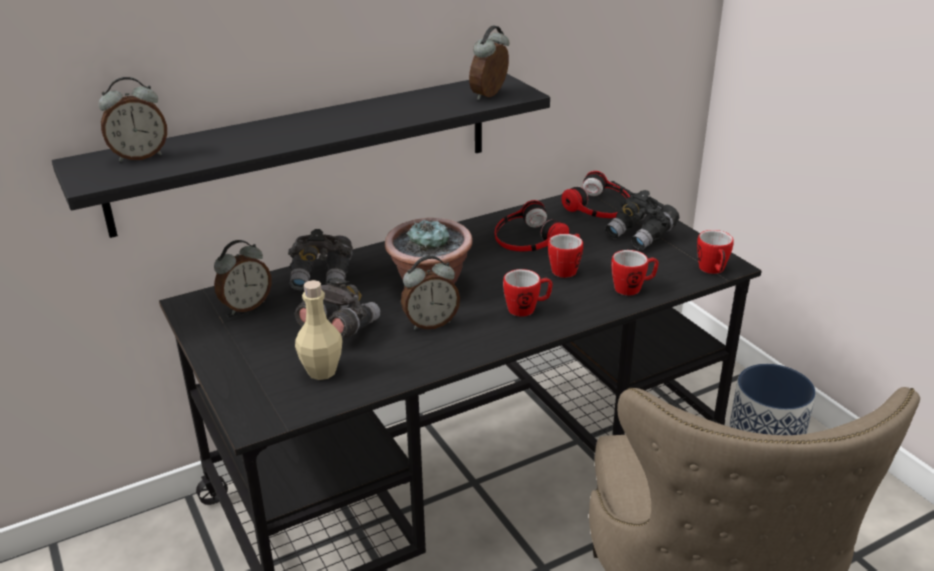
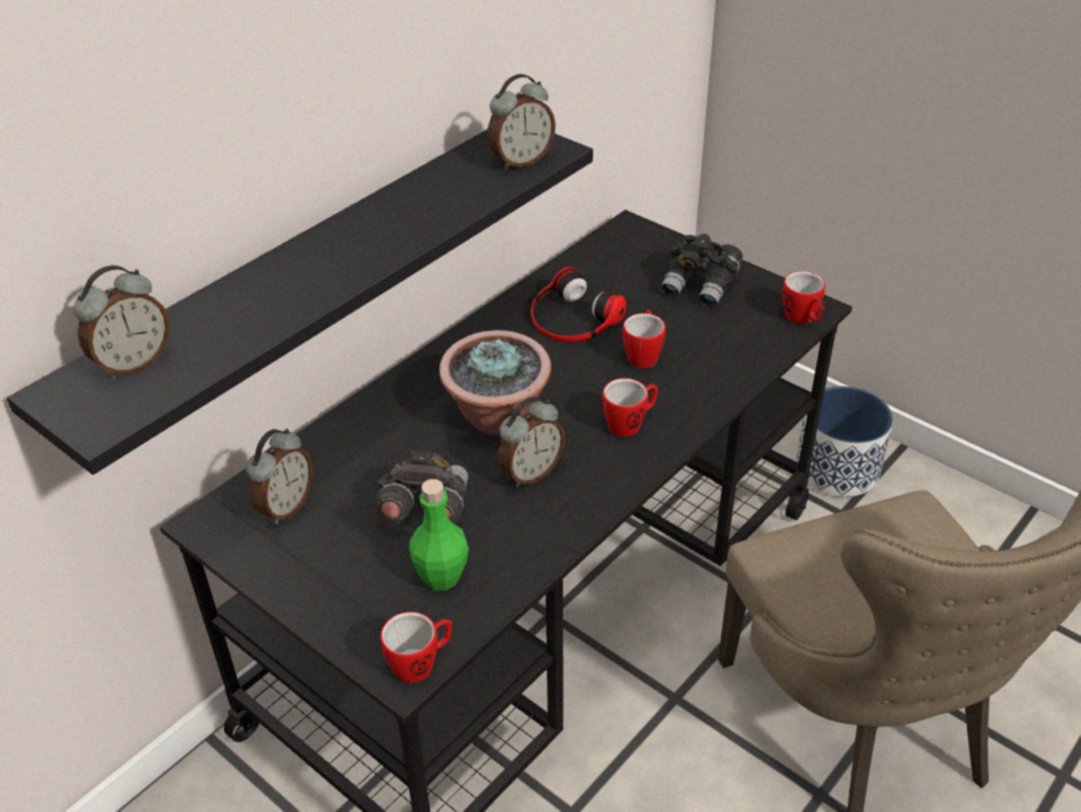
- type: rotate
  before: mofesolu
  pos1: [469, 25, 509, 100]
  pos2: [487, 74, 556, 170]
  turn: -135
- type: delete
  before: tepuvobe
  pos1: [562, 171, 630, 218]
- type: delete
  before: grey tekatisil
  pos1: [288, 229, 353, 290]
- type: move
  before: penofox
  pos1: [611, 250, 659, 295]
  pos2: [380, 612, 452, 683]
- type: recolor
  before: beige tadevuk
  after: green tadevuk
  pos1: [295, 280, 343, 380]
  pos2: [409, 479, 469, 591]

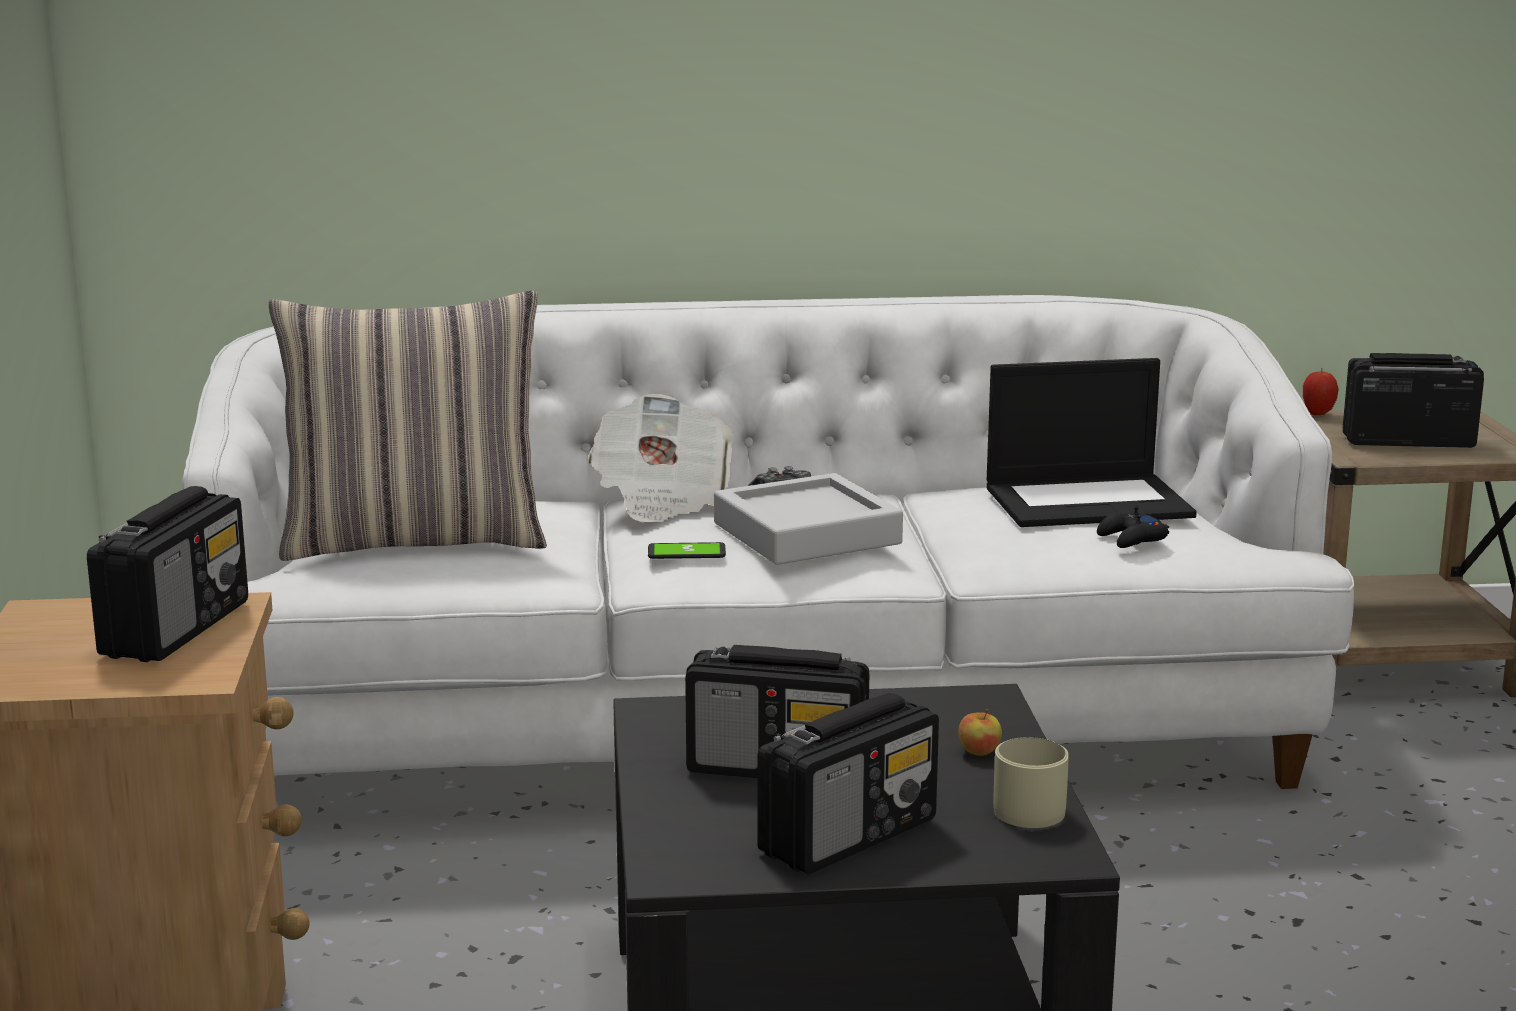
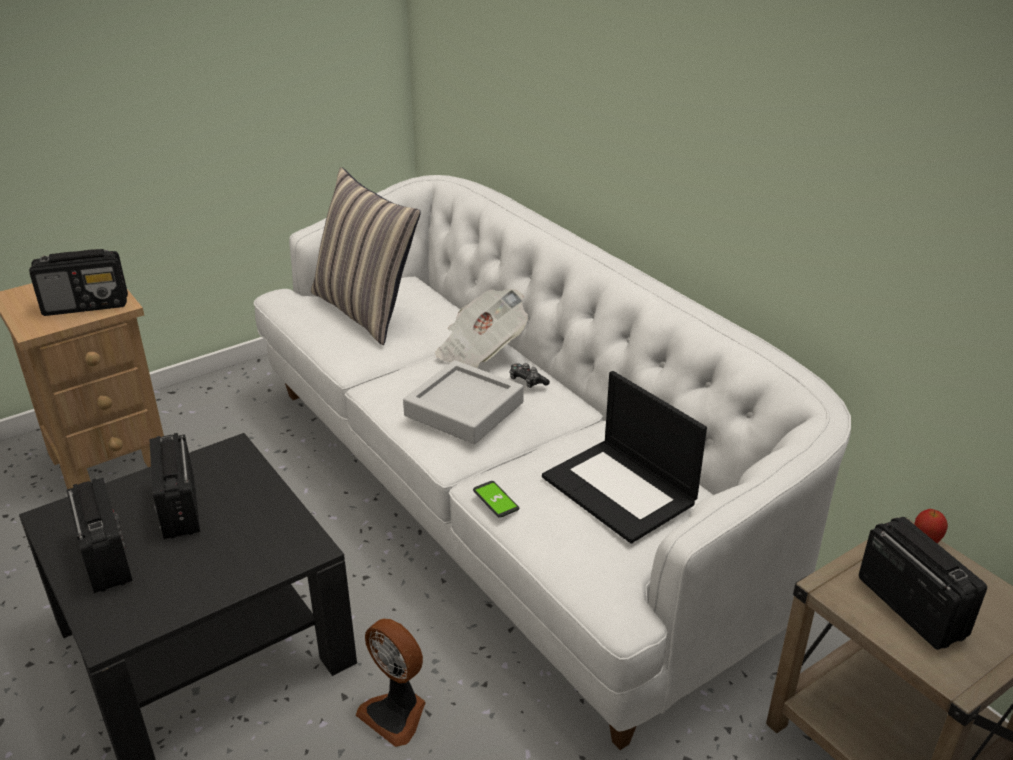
- type: delete
  before: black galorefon
  pos1: [1097, 507, 1169, 548]
- type: move
  before: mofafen
  pos1: [648, 542, 726, 559]
  pos2: [473, 481, 519, 518]
- type: rotate
  before: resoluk
  pos1: [757, 693, 939, 874]
  pos2: [66, 478, 133, 593]
  turn: -135
- type: delete
  before: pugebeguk
  pos1: [958, 708, 1002, 756]
- type: delete
  before: beige penofox
  pos1: [993, 737, 1069, 828]
- type: insert
  after: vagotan
  pos2: [355, 619, 426, 747]

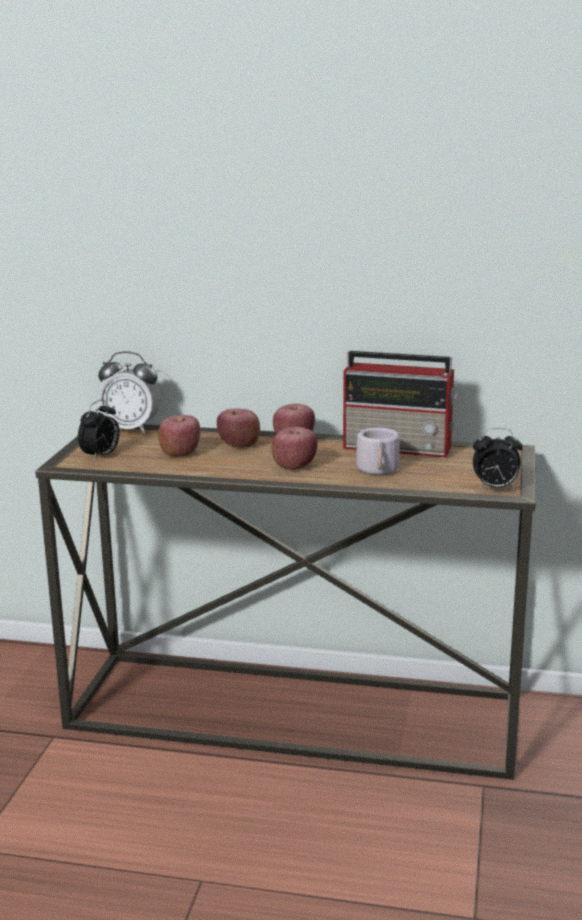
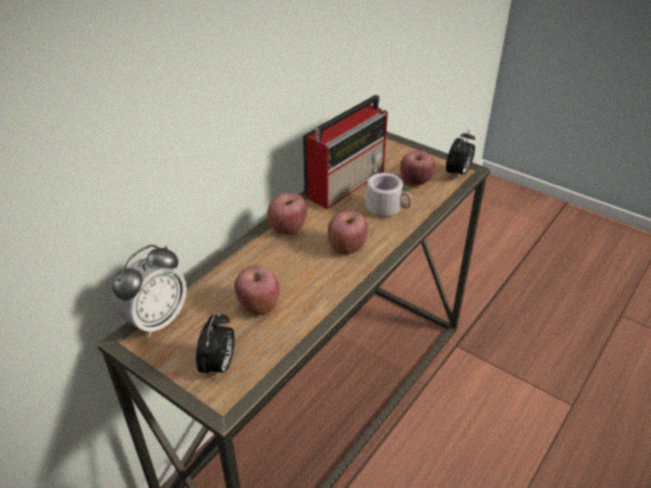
- type: rotate
  before: mofesolu
  pos1: [78, 400, 120, 461]
  pos2: [196, 313, 235, 380]
  turn: 45
- type: move
  before: pugebeguk
  pos1: [217, 408, 260, 448]
  pos2: [400, 150, 435, 185]

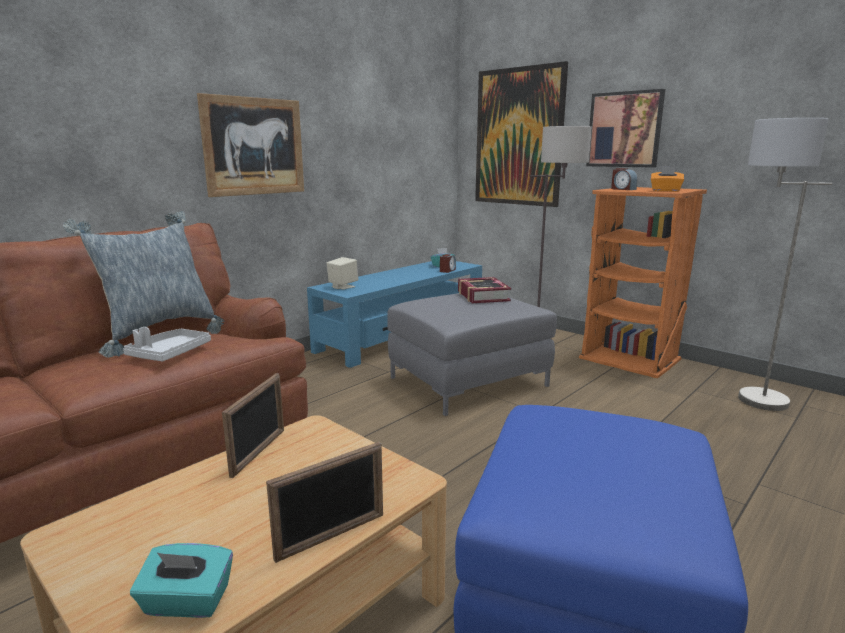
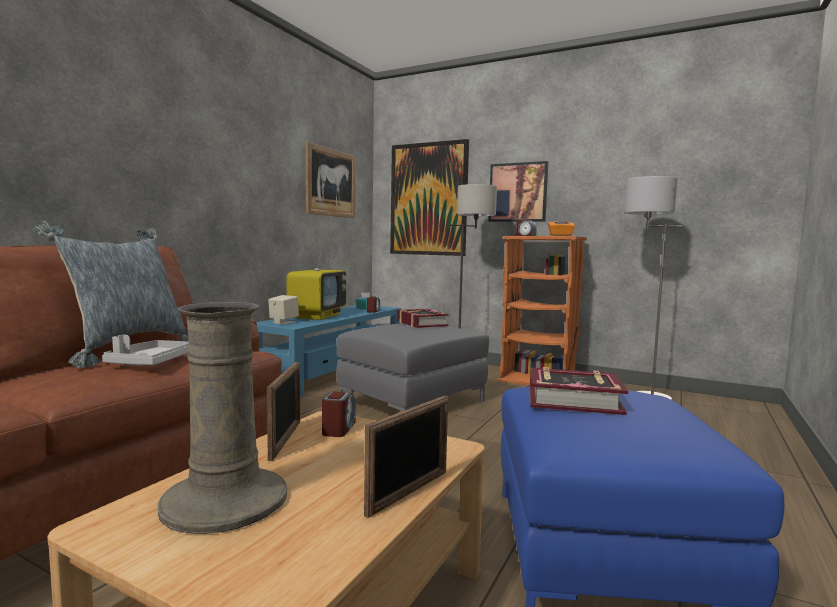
- type: move
  before: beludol
  pos1: [197, 93, 304, 197]
  pos2: [306, 142, 356, 218]
- type: delete
  before: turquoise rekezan
  pos1: [130, 543, 233, 618]
- type: insert
  after: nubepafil
  pos2: [286, 243, 346, 320]
- type: insert
  after: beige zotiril
  pos2: [157, 302, 287, 534]
- type: insert
  after: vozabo
  pos2: [530, 367, 628, 415]
- type: insert
  after: mofesolu
  pos2: [322, 392, 356, 437]

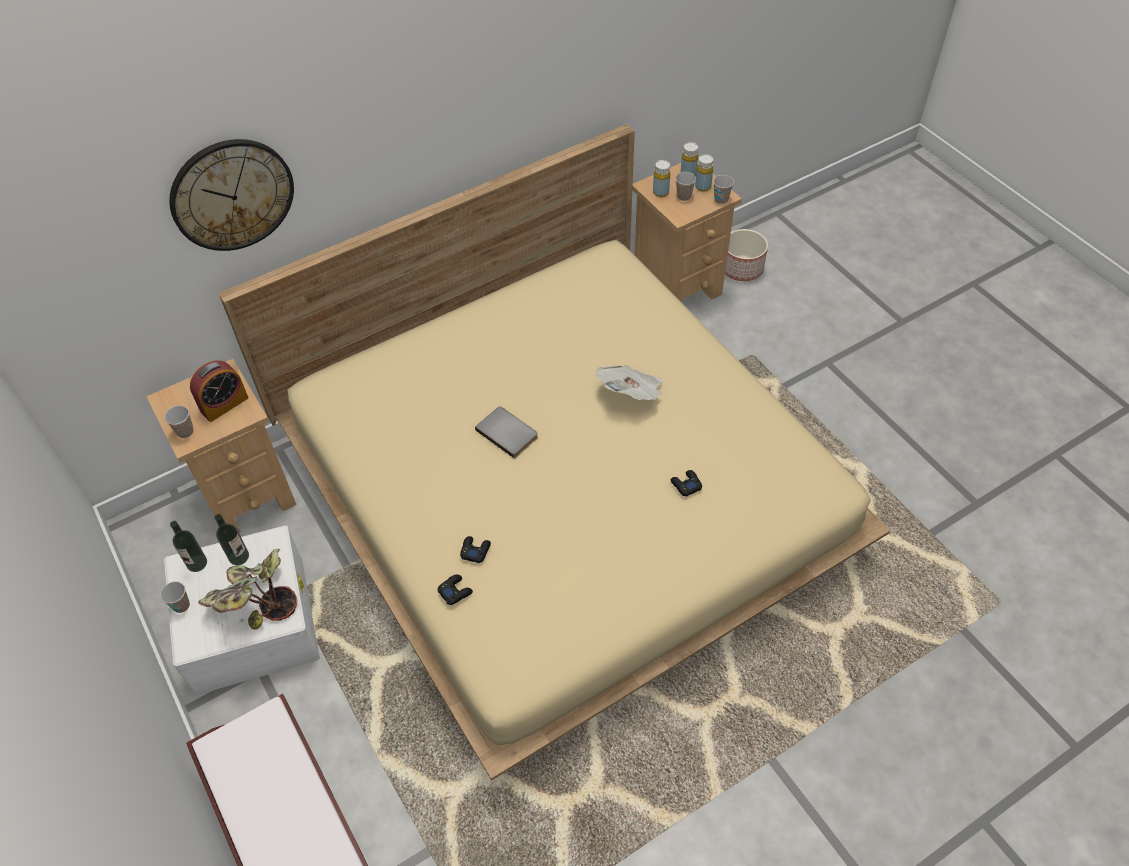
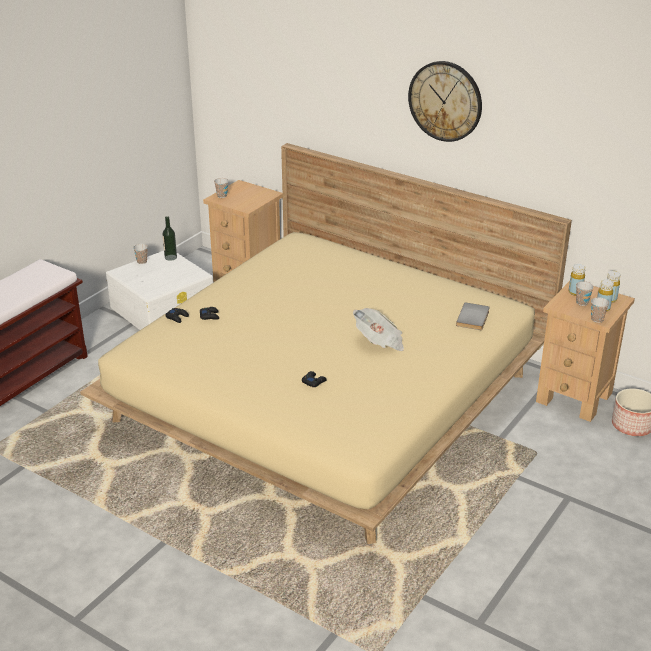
- type: move
  before: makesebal
  pos1: [169, 139, 294, 251]
  pos2: [408, 61, 482, 142]
- type: delete
  before: mofesolu
  pos1: [190, 360, 249, 422]
- type: move
  before: grey vozabo
  pos1: [475, 406, 538, 459]
  pos2: [456, 302, 490, 330]
- type: delete
  before: tadevuk
  pos1: [215, 514, 249, 565]
- type: delete
  before: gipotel
  pos1: [198, 549, 298, 630]

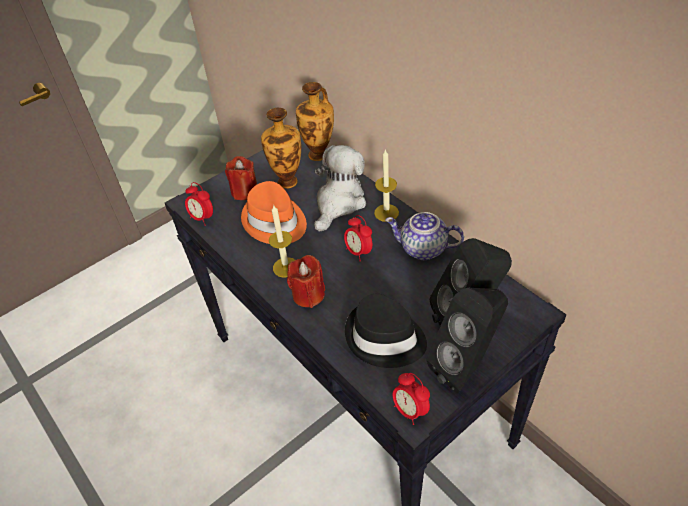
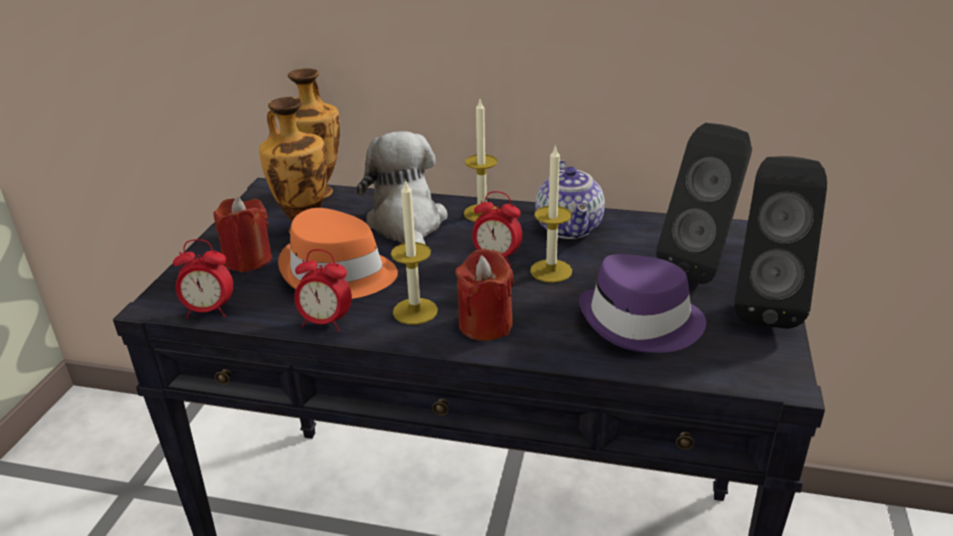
- type: rotate
  before: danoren
  pos1: [385, 212, 464, 260]
  pos2: [535, 160, 605, 239]
  turn: -75
- type: recolor
  before: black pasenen
  after: purple pasenen
  pos1: [345, 293, 427, 368]
  pos2: [579, 254, 706, 353]
- type: move
  before: mofesolu
  pos1: [393, 373, 430, 425]
  pos2: [294, 249, 352, 332]
- type: insert
  after: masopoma
  pos2: [530, 144, 572, 283]

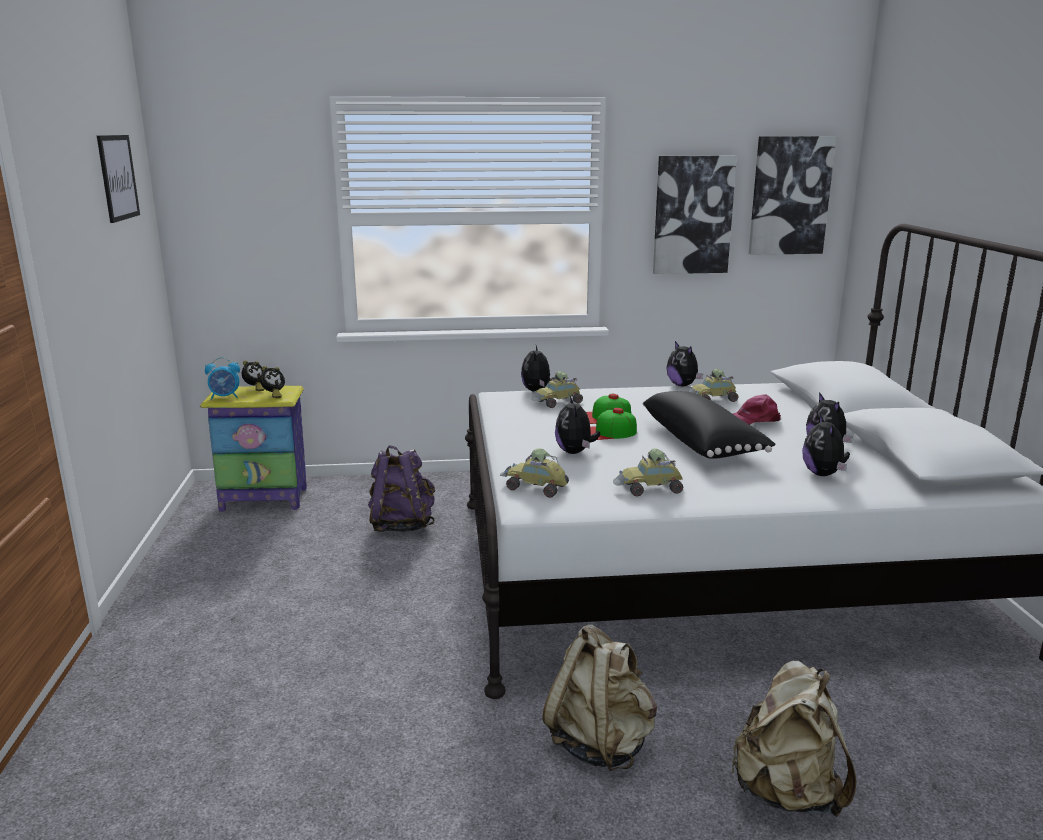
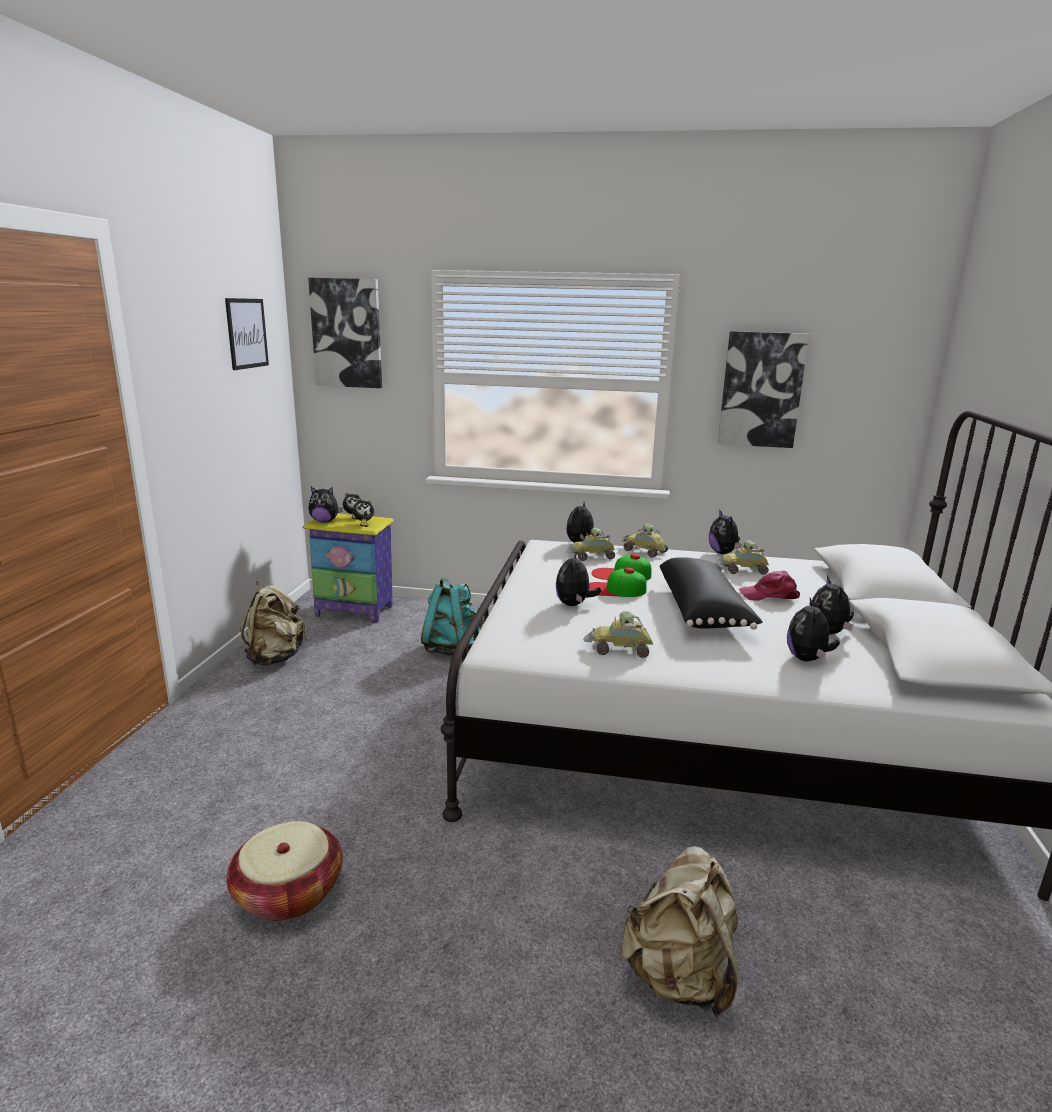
- type: move
  before: beludol
  pos1: [749, 136, 836, 255]
  pos2: [308, 278, 382, 388]
- type: replace
  before: mofesolu
  after: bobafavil
  pos1: [205, 357, 240, 400]
  pos2: [309, 487, 343, 523]
- type: recolor
  before: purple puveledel
  after: turquoise puveledel
  pos1: [368, 445, 435, 532]
  pos2: [421, 578, 484, 656]
- type: move
  before: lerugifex
  pos1: [500, 448, 569, 498]
  pos2: [621, 524, 668, 558]
- type: move
  before: beige puveledel
  pos1: [542, 624, 657, 771]
  pos2: [240, 581, 306, 666]
- type: insert
  after: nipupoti
  pos2: [227, 821, 343, 921]

